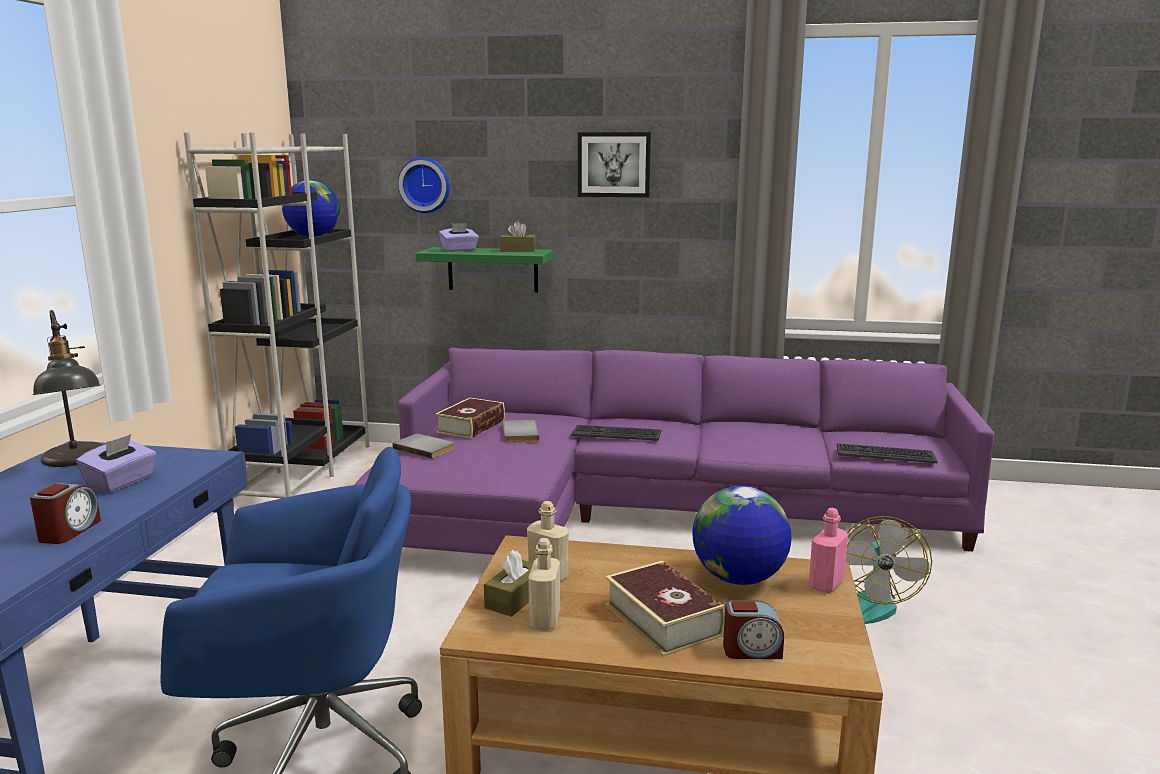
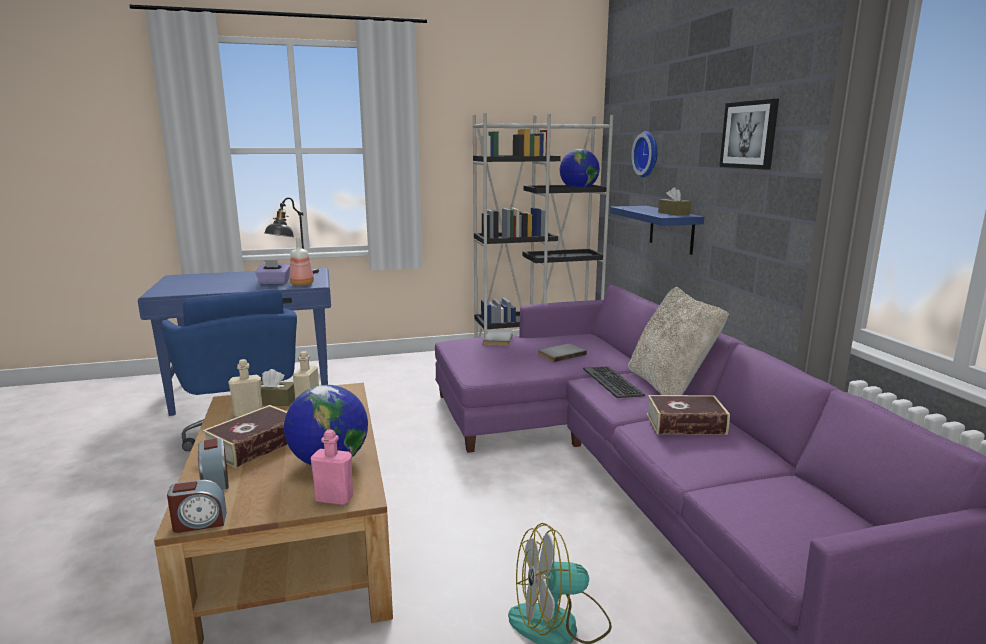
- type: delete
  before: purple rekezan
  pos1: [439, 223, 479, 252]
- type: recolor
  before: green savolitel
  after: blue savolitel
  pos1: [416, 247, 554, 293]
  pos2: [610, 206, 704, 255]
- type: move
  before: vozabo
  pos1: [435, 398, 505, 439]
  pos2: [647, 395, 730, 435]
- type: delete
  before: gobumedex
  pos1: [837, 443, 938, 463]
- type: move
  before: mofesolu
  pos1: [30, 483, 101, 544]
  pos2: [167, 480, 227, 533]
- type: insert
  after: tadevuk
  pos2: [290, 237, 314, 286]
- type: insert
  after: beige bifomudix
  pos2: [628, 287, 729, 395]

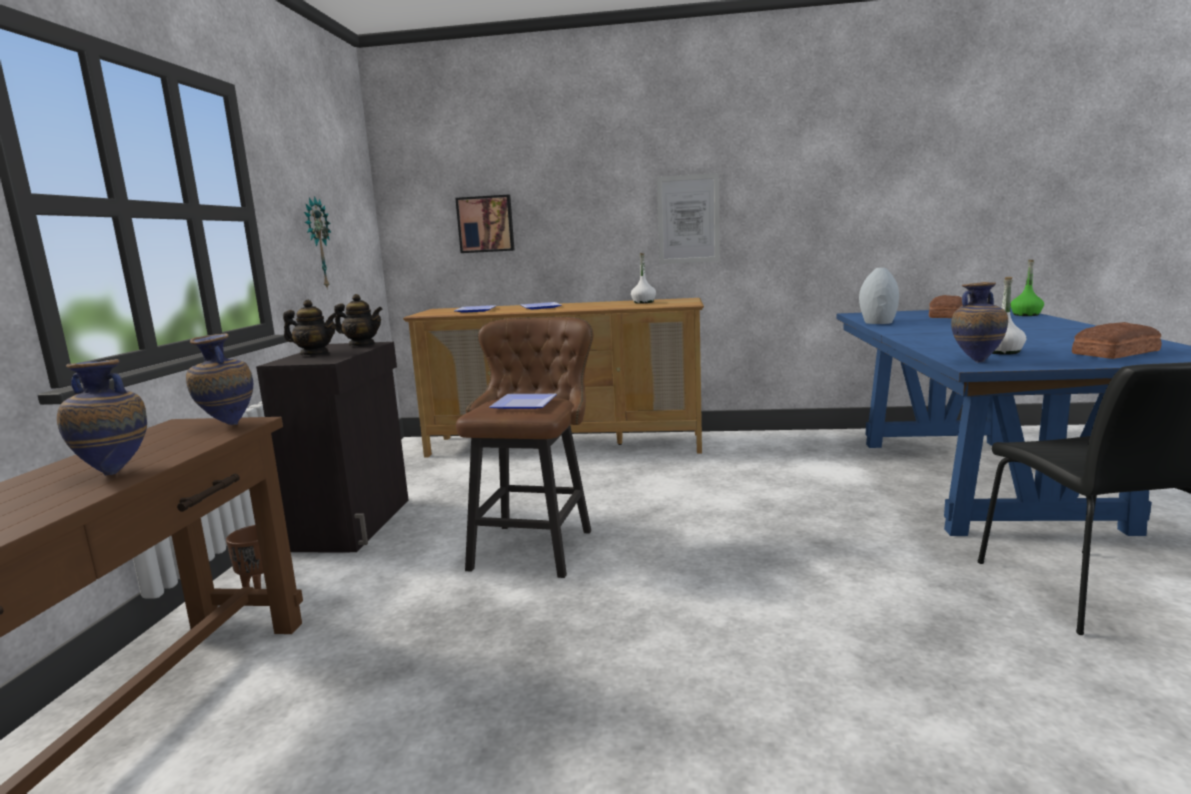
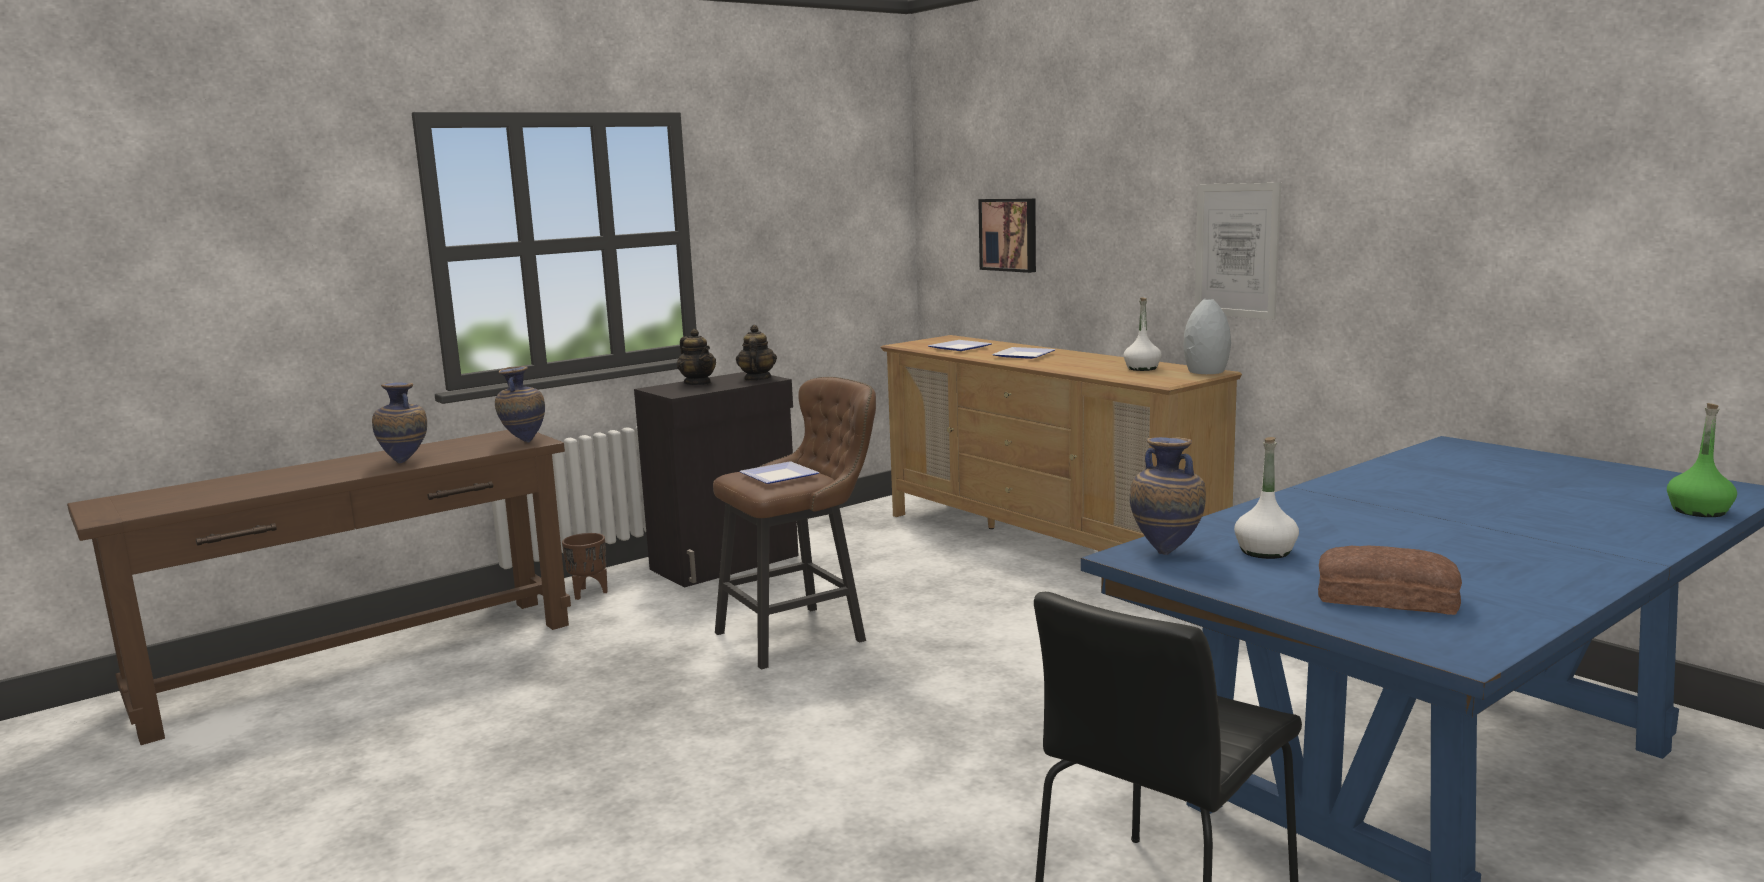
- type: delete
  before: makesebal
  pos1: [304, 196, 331, 290]
- type: move
  before: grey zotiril
  pos1: [859, 268, 899, 324]
  pos2: [1184, 299, 1231, 374]
- type: rotate
  before: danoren
  pos1: [334, 294, 383, 346]
  pos2: [736, 325, 777, 381]
  turn: -150
- type: delete
  before: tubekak
  pos1: [929, 295, 963, 318]

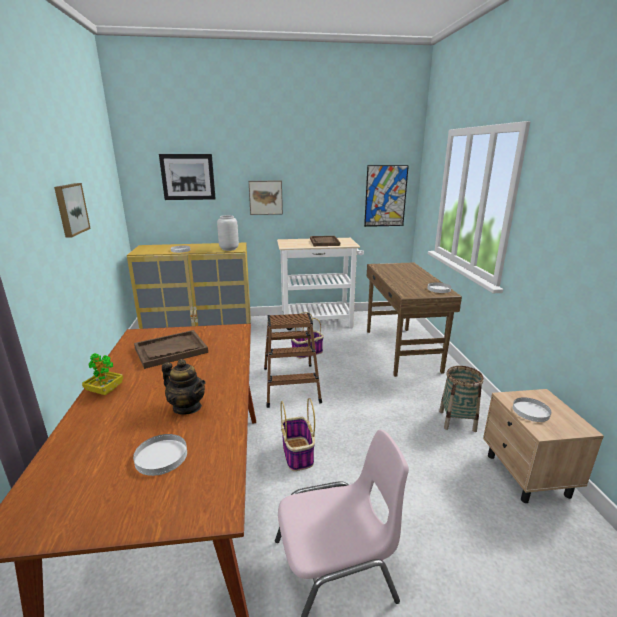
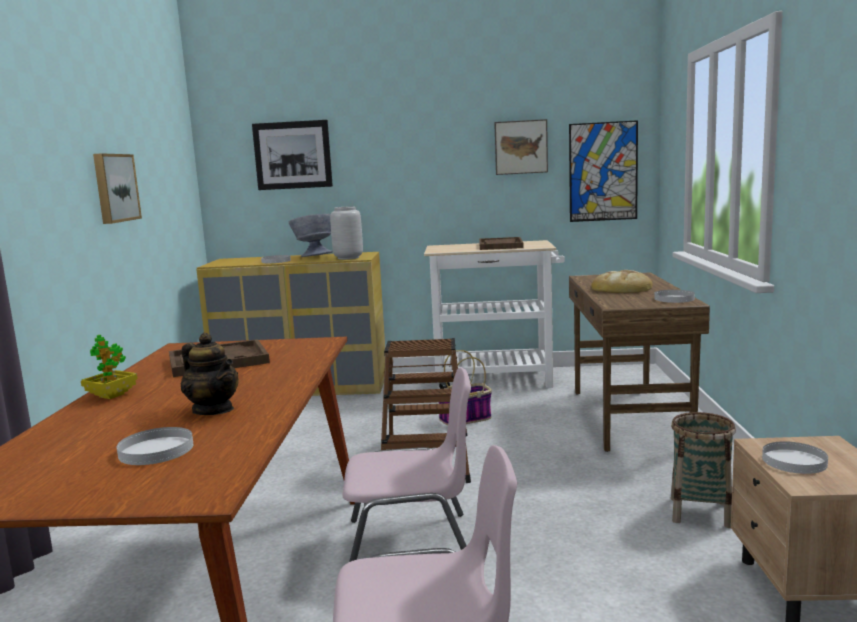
- type: move
  before: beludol
  pos1: [249, 181, 283, 215]
  pos2: [494, 119, 548, 175]
- type: replace
  before: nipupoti
  after: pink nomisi
  pos1: [280, 398, 315, 471]
  pos2: [342, 367, 471, 562]
- type: insert
  after: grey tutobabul
  pos2: [288, 214, 333, 257]
- type: insert
  after: tubekak
  pos2: [591, 270, 653, 293]

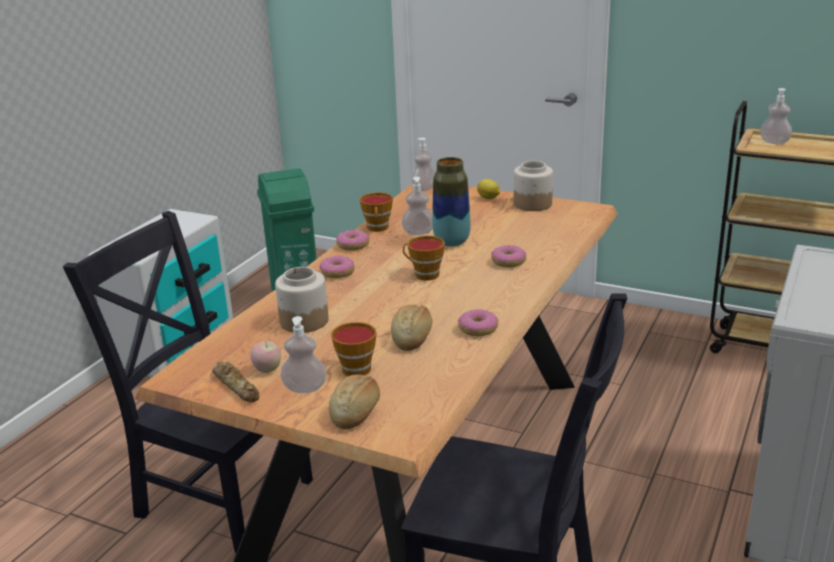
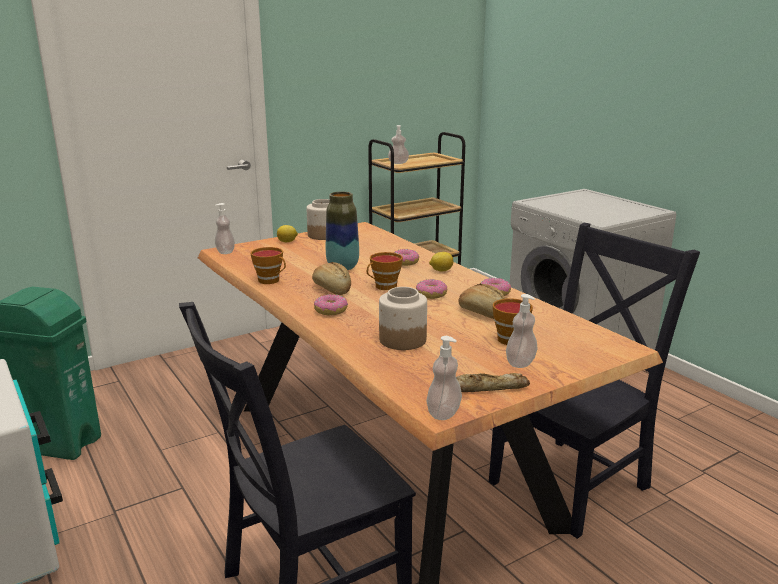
- type: move
  before: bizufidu
  pos1: [402, 177, 433, 235]
  pos2: [426, 336, 462, 420]
- type: move
  before: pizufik
  pos1: [336, 230, 369, 251]
  pos2: [416, 279, 447, 299]
- type: delete
  before: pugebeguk
  pos1: [250, 341, 281, 373]
- type: move
  before: tubekak
  pos1: [329, 374, 380, 430]
  pos2: [312, 262, 351, 295]
- type: insert
  after: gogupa
  pos2: [429, 252, 453, 271]

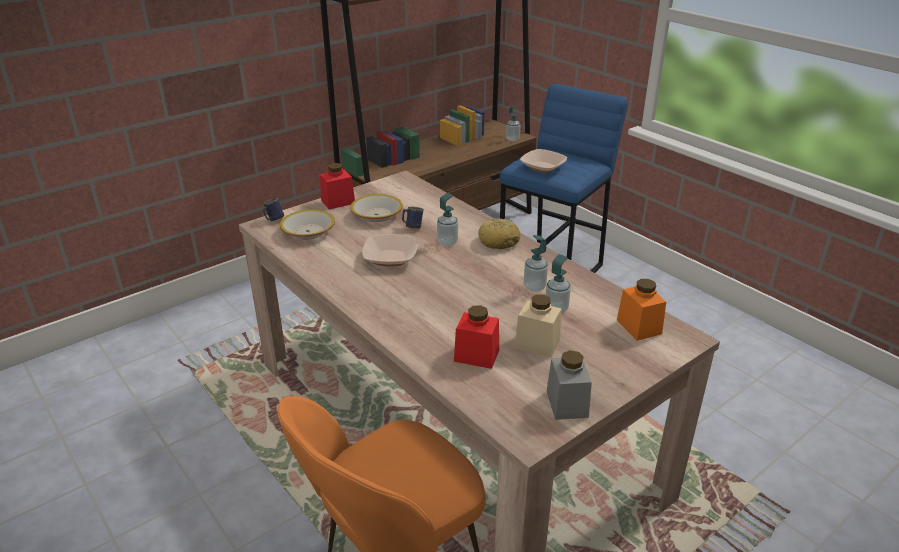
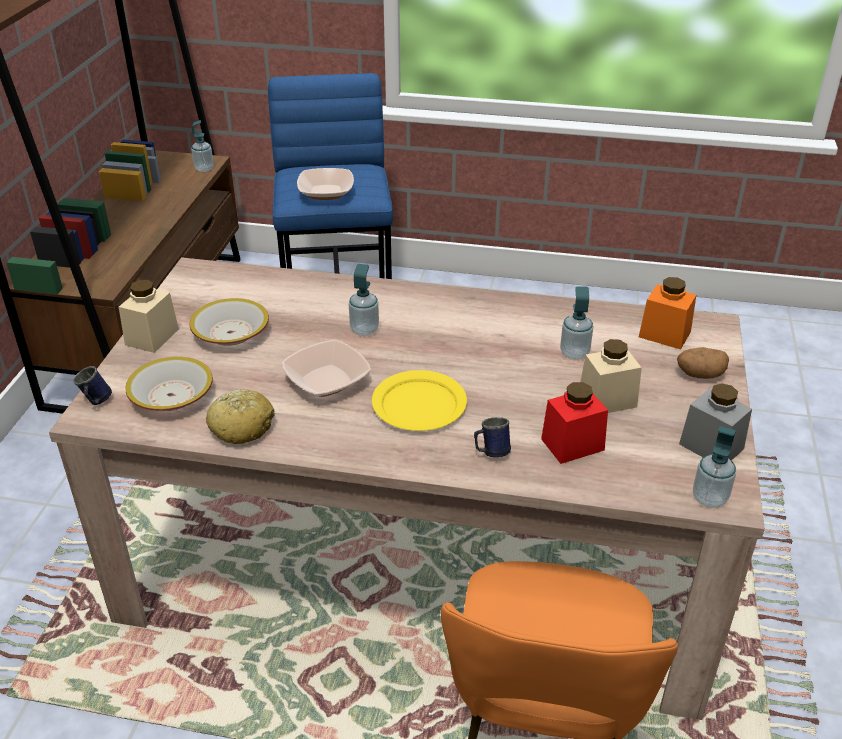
- type: recolor
  before: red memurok
  after: beige memurok
  pos1: [320, 163, 355, 209]
  pos2: [119, 280, 179, 353]
- type: move
  before: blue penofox
  pos1: [402, 207, 424, 229]
  pos2: [474, 417, 511, 457]
- type: move
  before: tubekak
  pos1: [478, 218, 520, 249]
  pos2: [206, 389, 275, 444]
- type: move
  before: bizufidu
  pos1: [524, 235, 548, 292]
  pos2: [693, 426, 736, 508]
- type: insert
  after: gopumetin
  pos2: [677, 347, 729, 379]
- type: insert
  after: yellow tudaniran
  pos2: [372, 370, 467, 431]

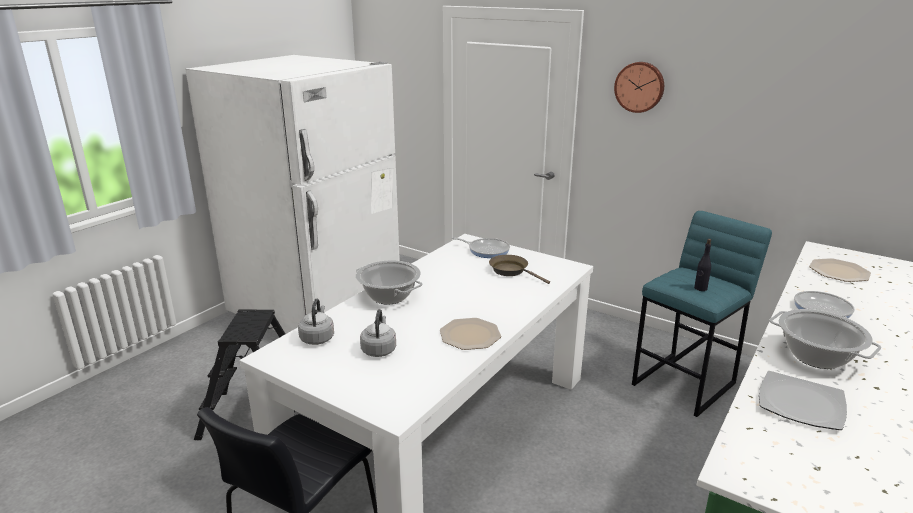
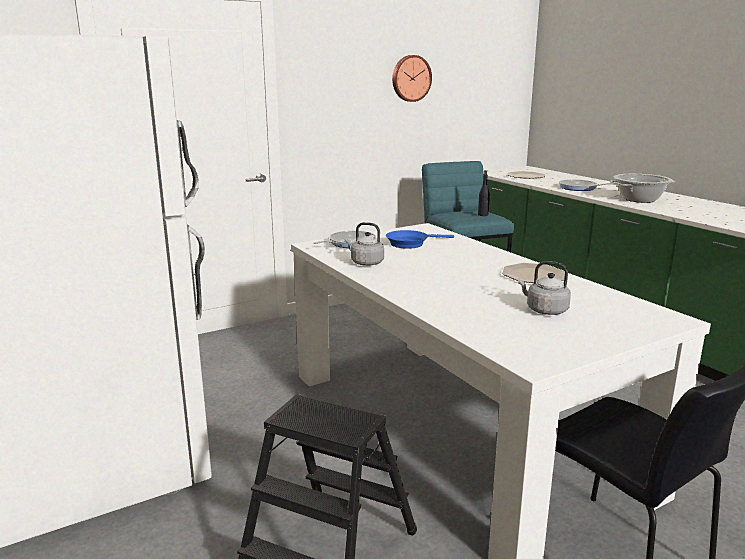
- type: move
  before: makesebal
  pos1: [614, 62, 664, 113]
  pos2: [392, 55, 432, 102]
- type: recolor
  before: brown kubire
  after: blue kubire
  pos1: [489, 255, 550, 284]
  pos2: [386, 230, 454, 249]
- type: delete
  before: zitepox
  pos1: [356, 260, 423, 305]
- type: move
  before: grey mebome
  pos1: [298, 298, 334, 345]
  pos2: [345, 222, 384, 266]
- type: delete
  before: tudaniran
  pos1: [759, 371, 847, 430]

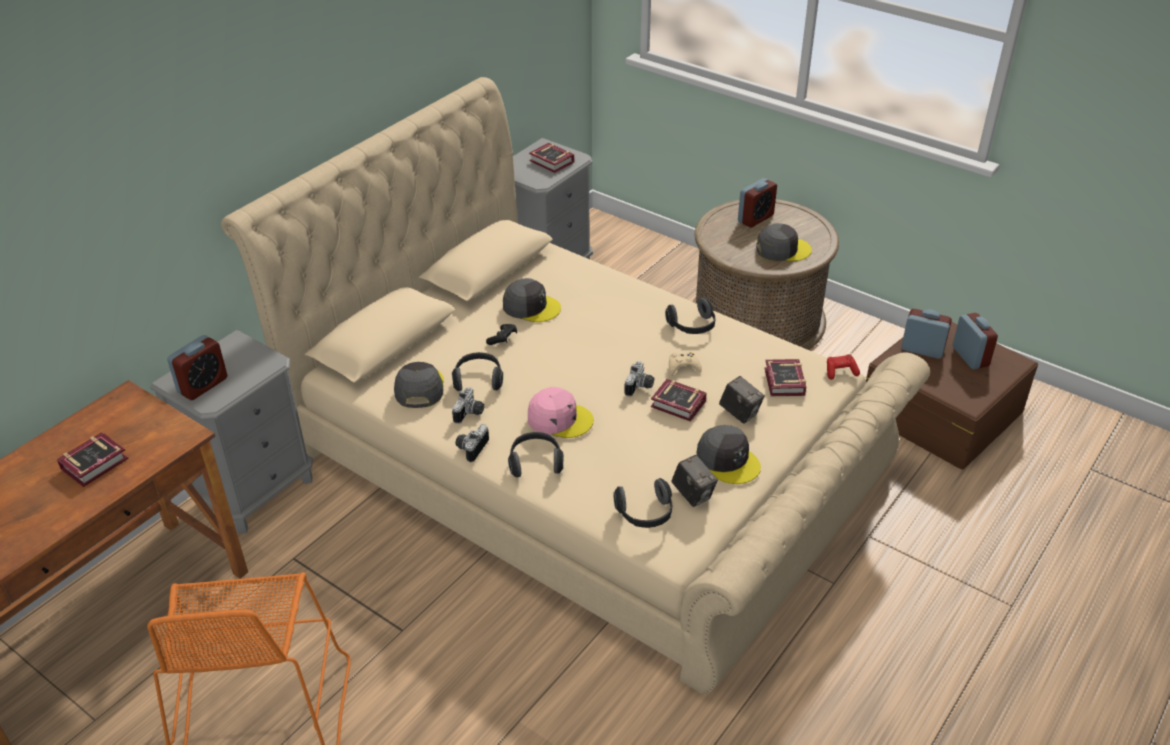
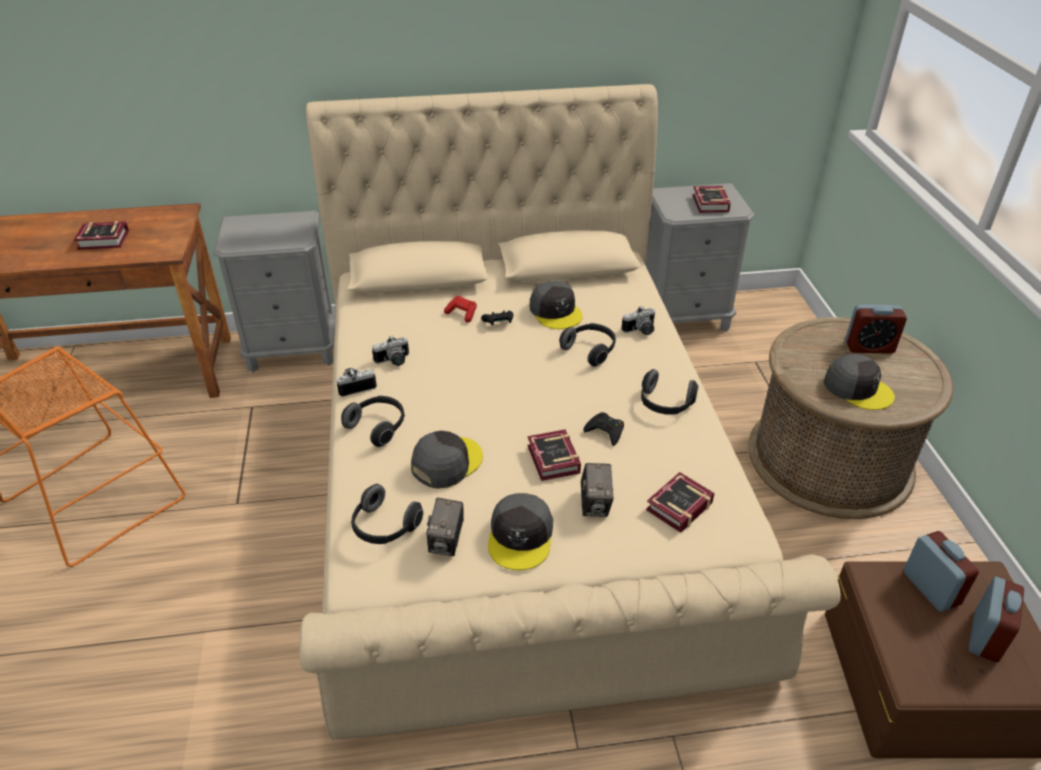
- type: delete
  before: mofesolu
  pos1: [167, 335, 227, 400]
- type: move
  before: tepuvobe
  pos1: [452, 352, 503, 391]
  pos2: [559, 323, 616, 367]
- type: recolor
  before: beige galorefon
  after: black galorefon
  pos1: [669, 352, 702, 375]
  pos2: [583, 412, 624, 446]
- type: move
  before: red galorefon
  pos1: [827, 354, 860, 380]
  pos2: [444, 296, 477, 323]
- type: move
  before: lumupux
  pos1: [624, 361, 654, 397]
  pos2: [621, 306, 655, 335]
- type: move
  before: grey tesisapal
  pos1: [394, 362, 444, 408]
  pos2: [411, 431, 483, 489]
- type: delete
  before: pink tesisapal
  pos1: [528, 387, 594, 438]

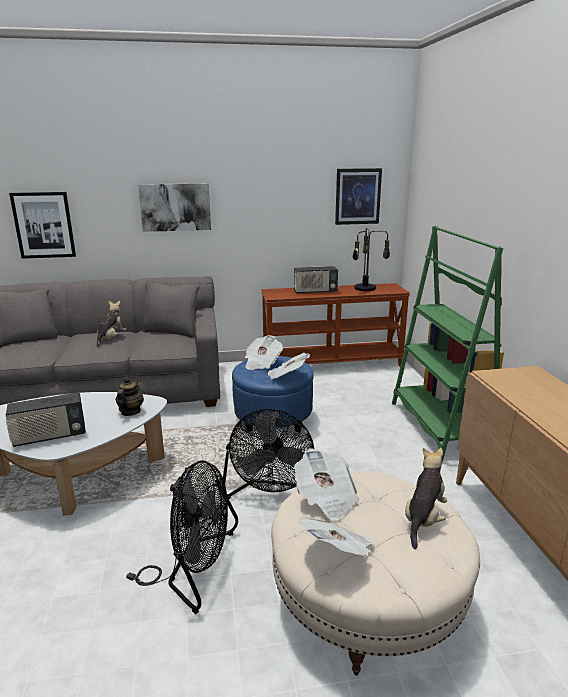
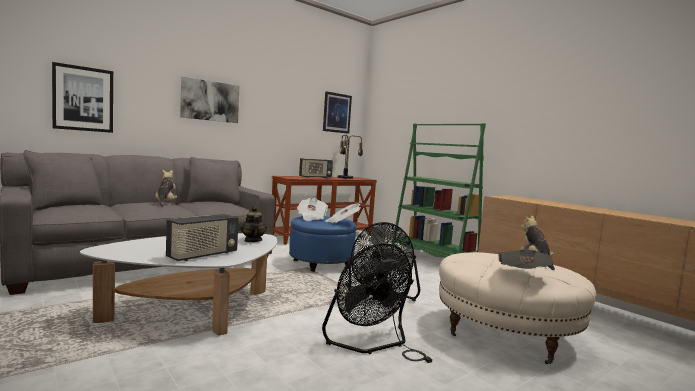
- type: delete
  before: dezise
  pos1: [294, 449, 360, 521]
- type: rotate
  before: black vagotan
  pos1: [126, 461, 238, 614]
  pos2: [322, 243, 432, 363]
  turn: -105

